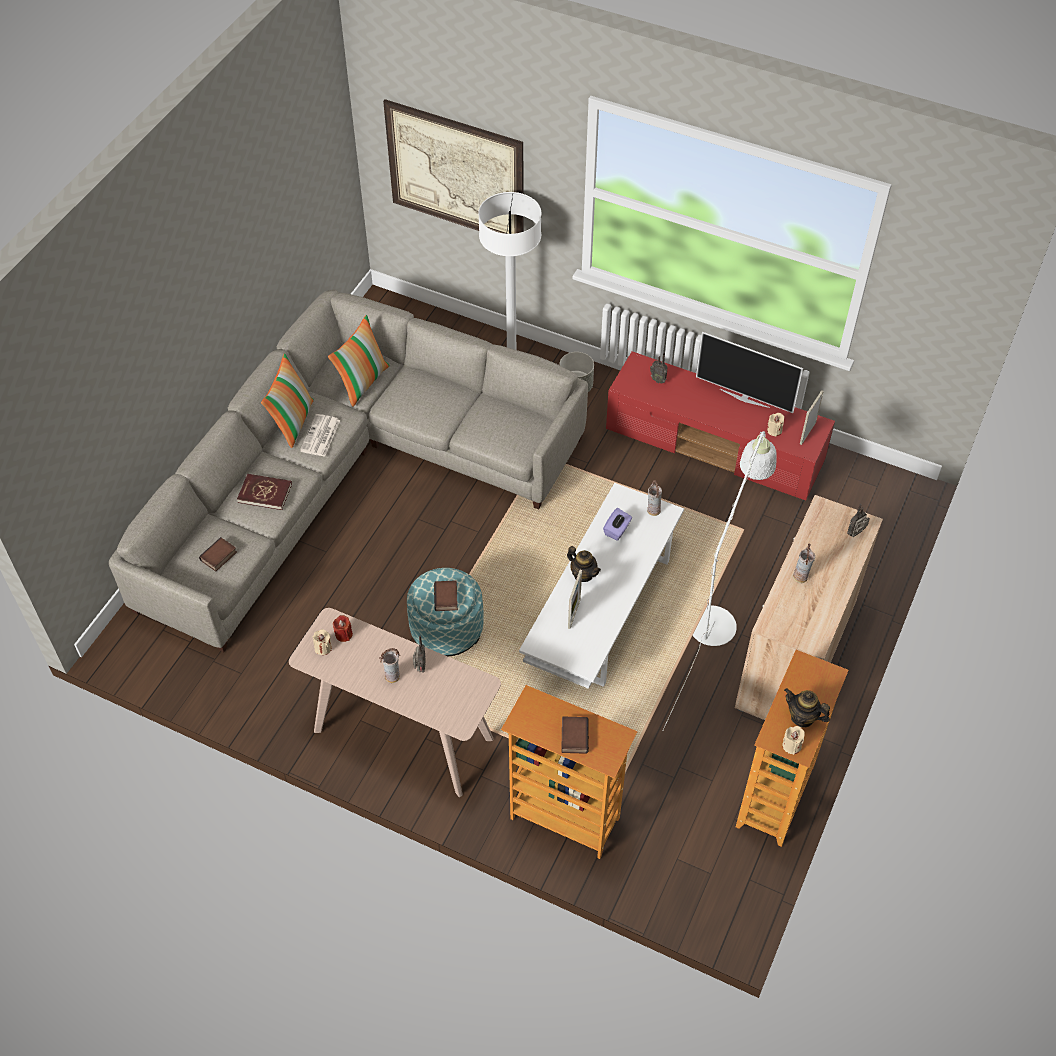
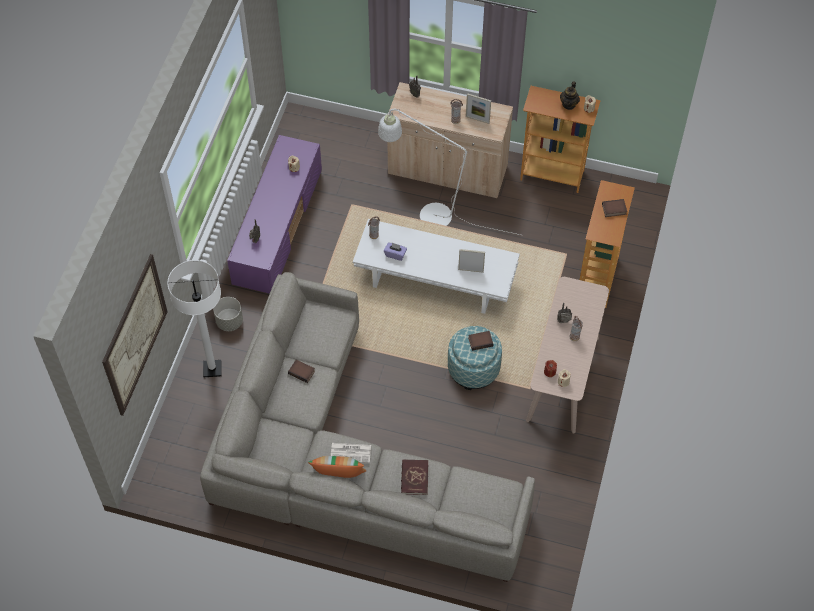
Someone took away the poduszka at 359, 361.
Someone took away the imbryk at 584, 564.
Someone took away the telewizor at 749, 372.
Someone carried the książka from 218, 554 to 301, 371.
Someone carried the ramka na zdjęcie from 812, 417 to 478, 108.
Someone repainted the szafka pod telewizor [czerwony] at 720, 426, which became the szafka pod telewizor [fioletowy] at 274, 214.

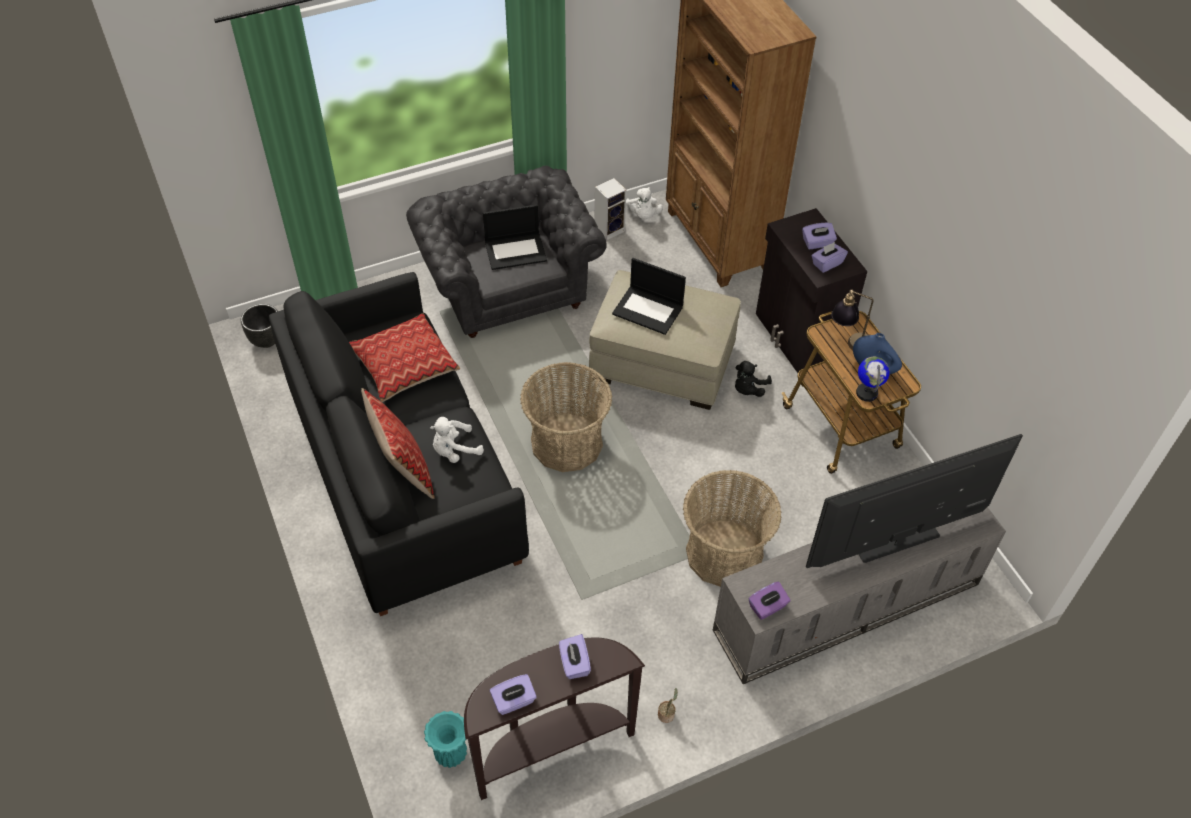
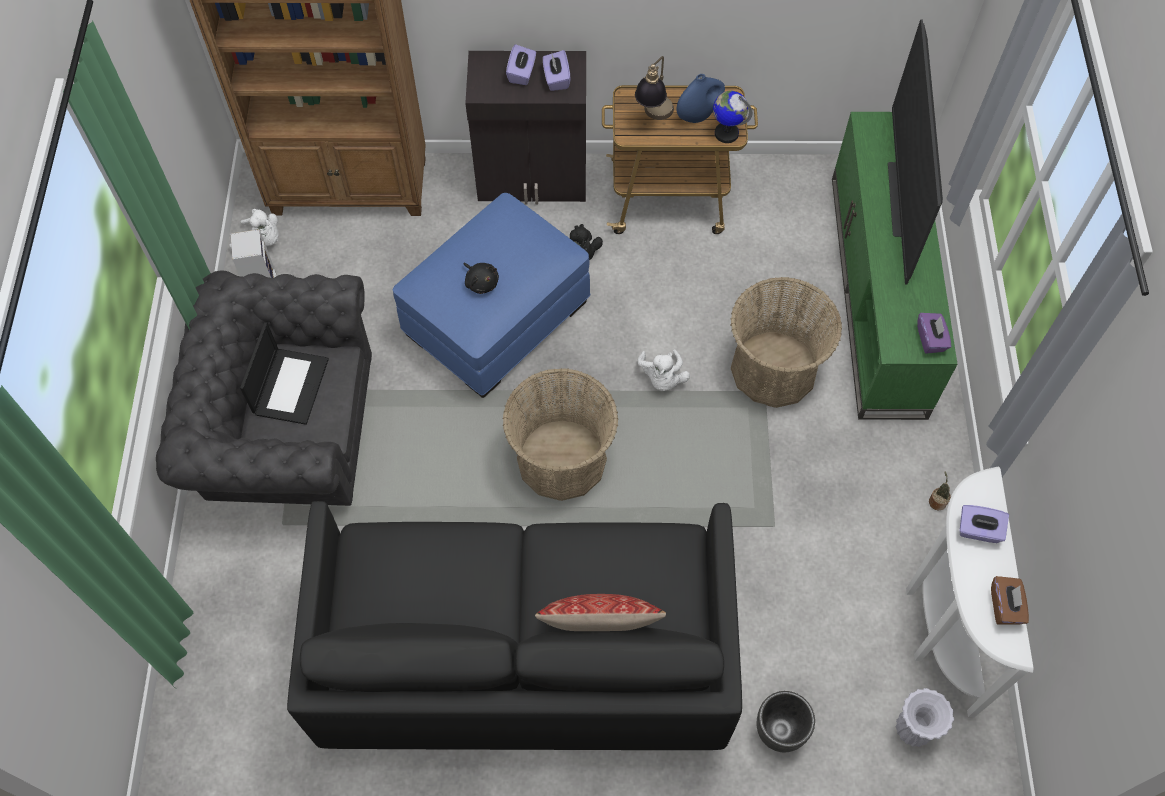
Someone took away the poduszka at 404, 357.
Someone carried the donica [czarny] from 259, 326 to 786, 722.
Someone carried the pluszak [biały] from 457, 440 to 663, 370.
Someone swapped the laptop at 649, 296 for the pluszak [czarny] at 481, 278.
Someone repainted the wazon [turkusowy] at 445, 739, which became the wazon [biały] at 925, 717.
Someone repainted the stolik konsolowy [brązowy] at 554, 718, which became the stolik konsolowy [biały] at 969, 592.
Someone repainted the pudełko chusteczek [fioletowy] at 513, 694, which became the pudełko chusteczek [brązowy] at 1010, 600.
Someone repainted the pufa [beżowy] at 665, 340, which became the pufa [niebieski] at 491, 295.
Someone repainted the szafka pod telewizor [szary] at 859, 595, which became the szafka pod telewizor [zielony] at 894, 266.

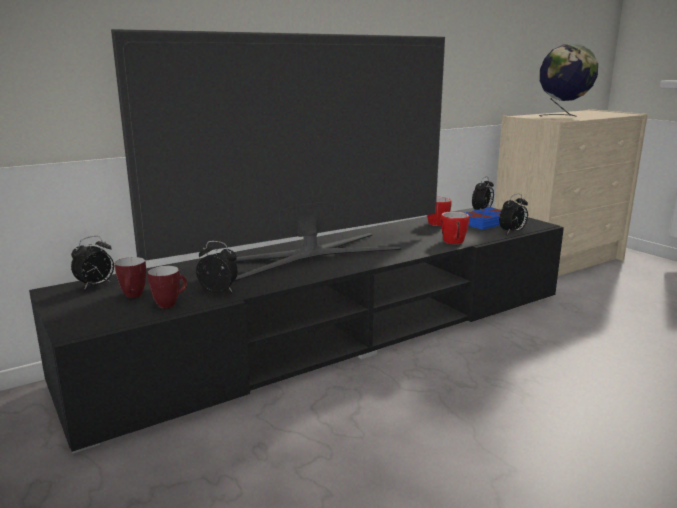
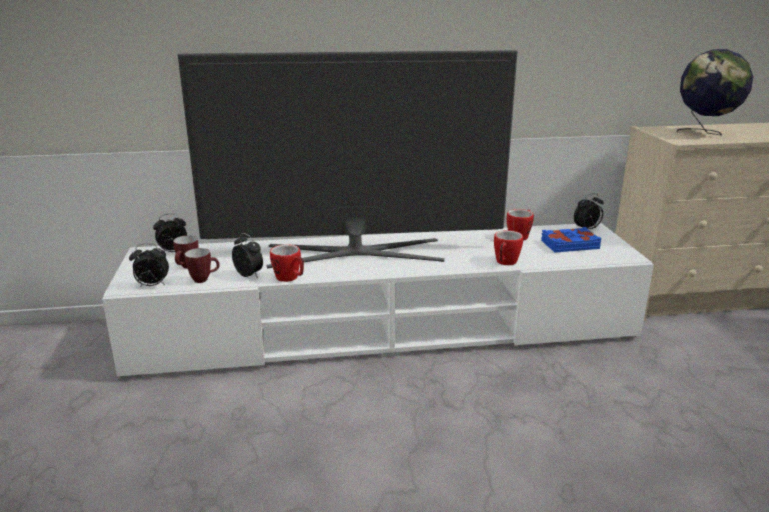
Someone put down the kubek at 287, 263.
Someone carried the budzik from 513, 214 to 149, 265.
Someone repainted the szafka pod telewizor [czarny] at 296, 331, which became the szafka pod telewizor [biały] at 378, 300.

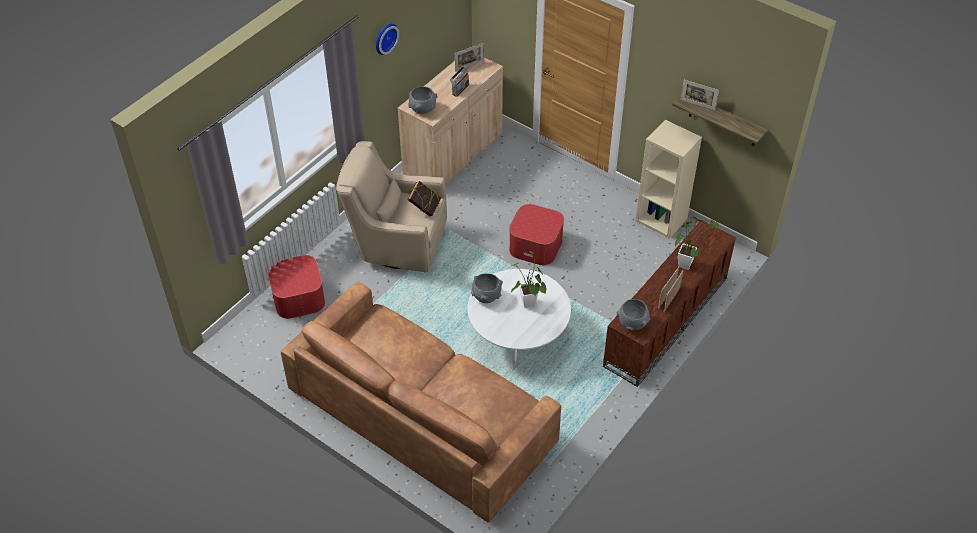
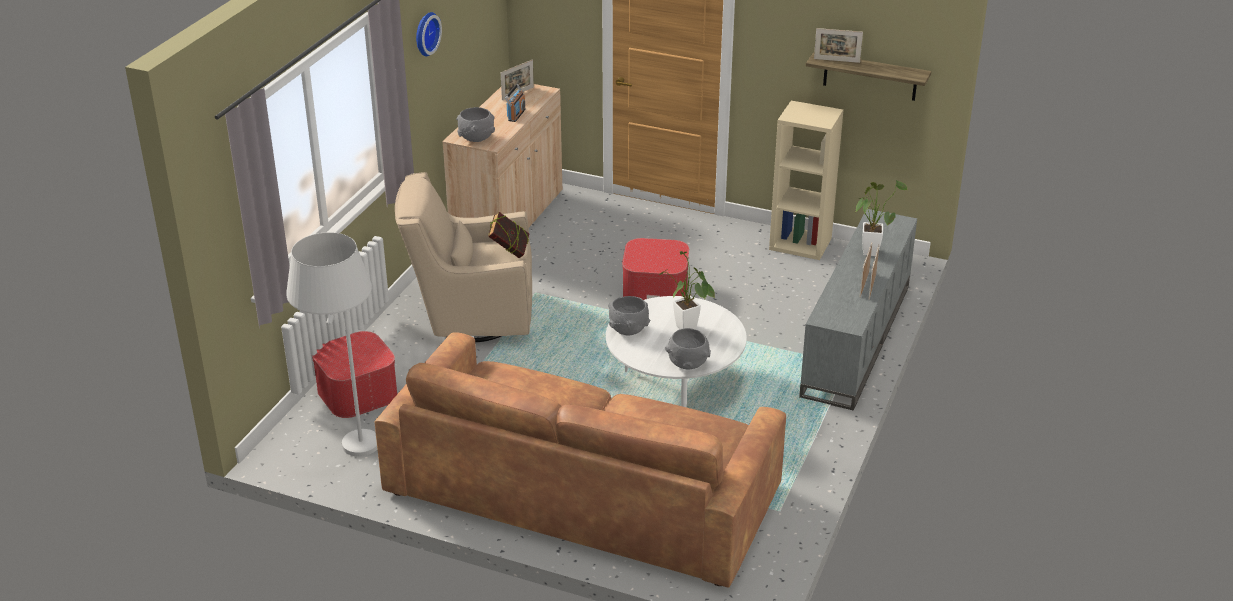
Someone put down the lampa stojąca [biały] at 331, 344.
Someone carried the miska [szary] from 633, 315 to 688, 348.
Someone repainted the szafka pod telewizor [brązowy] at 669, 303, which became the szafka pod telewizor [szary] at 858, 310.

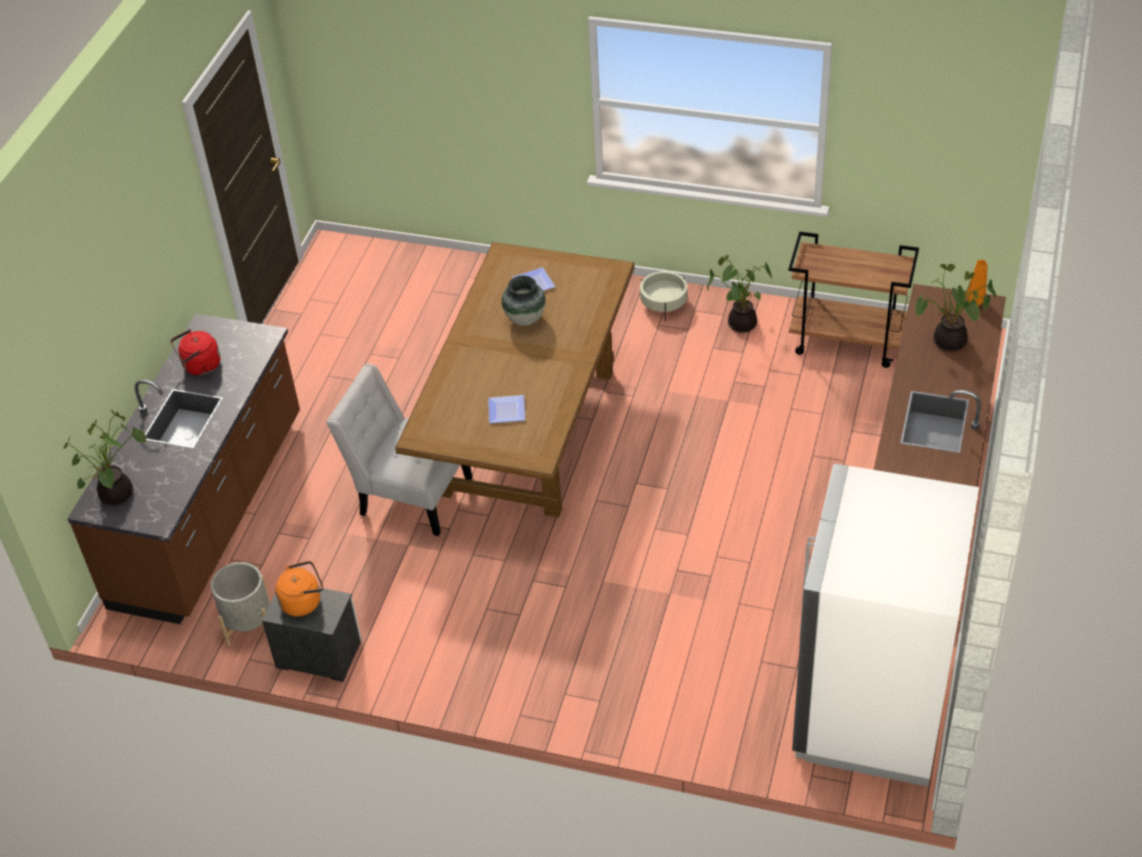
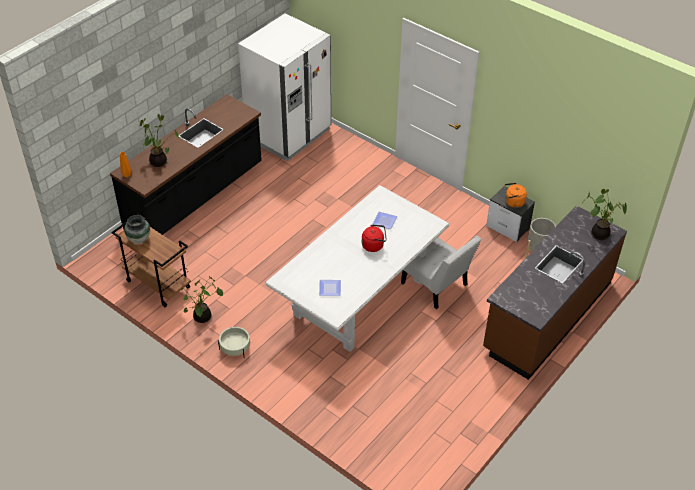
Someone carried the czajnik [czerwony] from 195, 352 to 374, 238.
Someone carried the wazon from 524, 301 to 137, 229.
Someone repainted the stół jadalny [brązowy] at 514, 379, which became the stół jadalny [biały] at 357, 268.

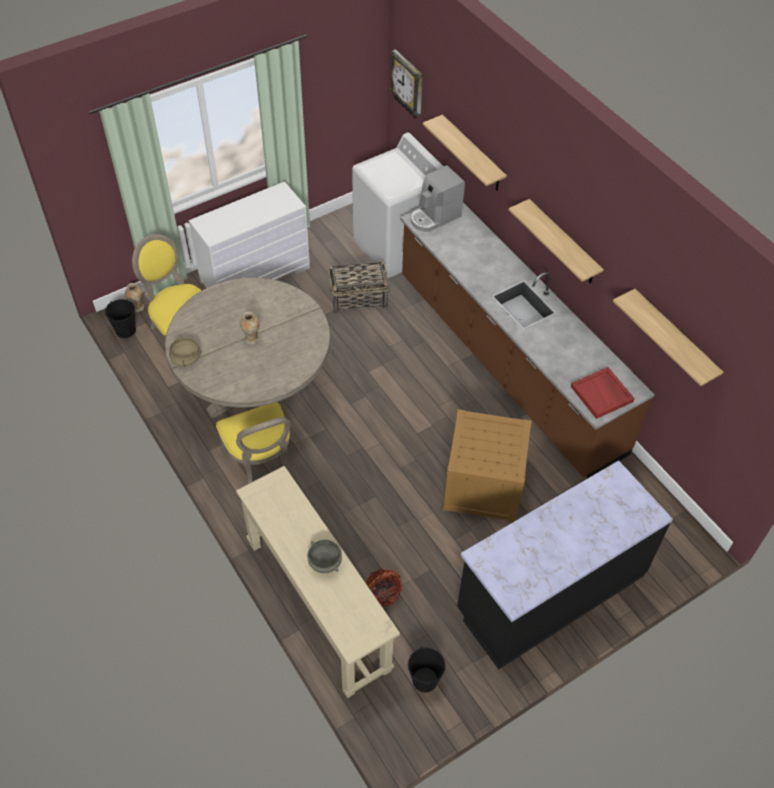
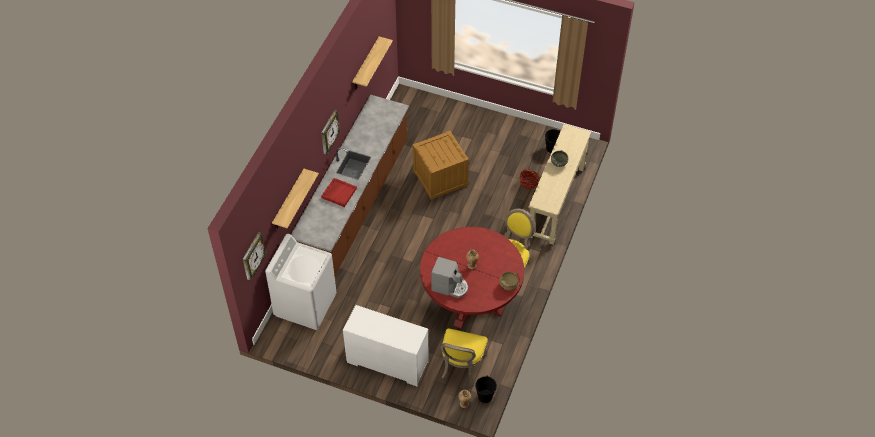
Someone took away the koszyk at 359, 287.
Someone took away the zabudowa kuchenna [czarny] at 565, 564.
Someone carried the ekspres do kawy from 437, 198 to 449, 277.
Someone carried the taca [czerwony] from 603, 393 to 339, 192.
Someone swapped the półka at 556, 241 for the zegar ścienny at 330, 132.
Someone repainted the stół jadalny [beżowy] at 247, 348, which became the stół jadalny [czerwony] at 472, 278.

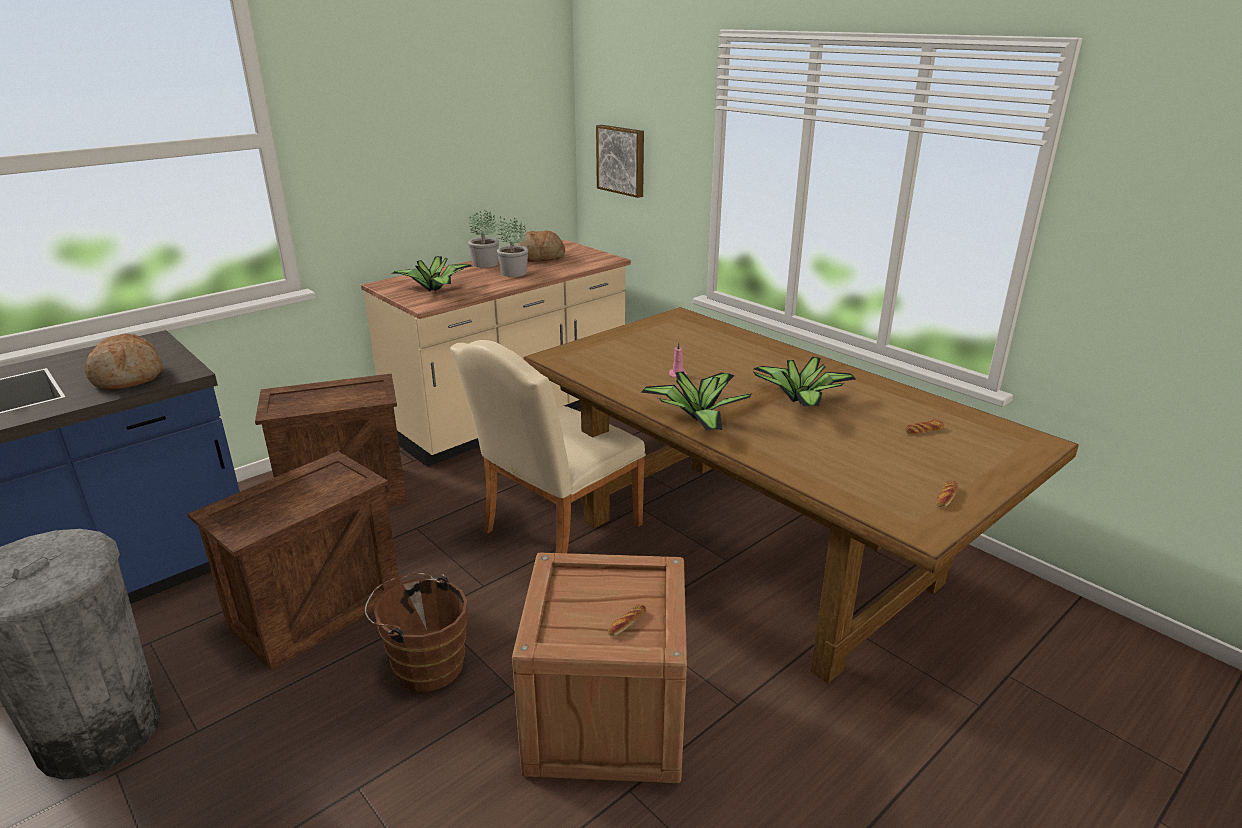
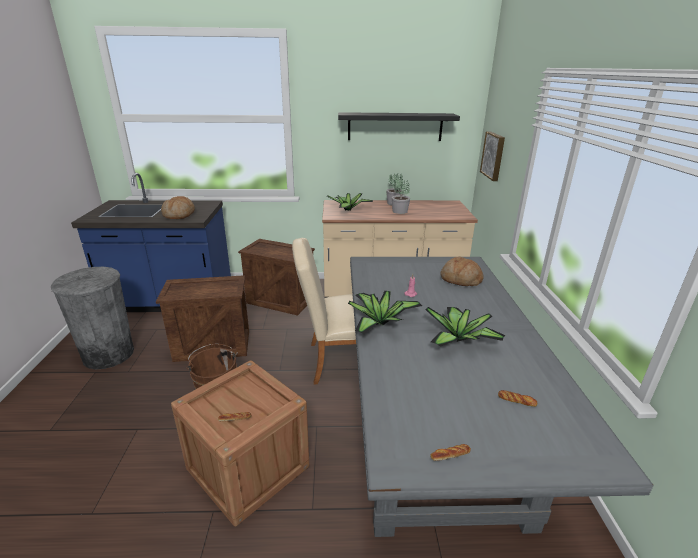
Someone put up the półka [czarny] at 399, 126.
Someone carried the chleb from 541, 246 to 462, 271.
Someone repainted the stół jadalny [brązowy] at 801, 495, which became the stół jadalny [szary] at 501, 397.

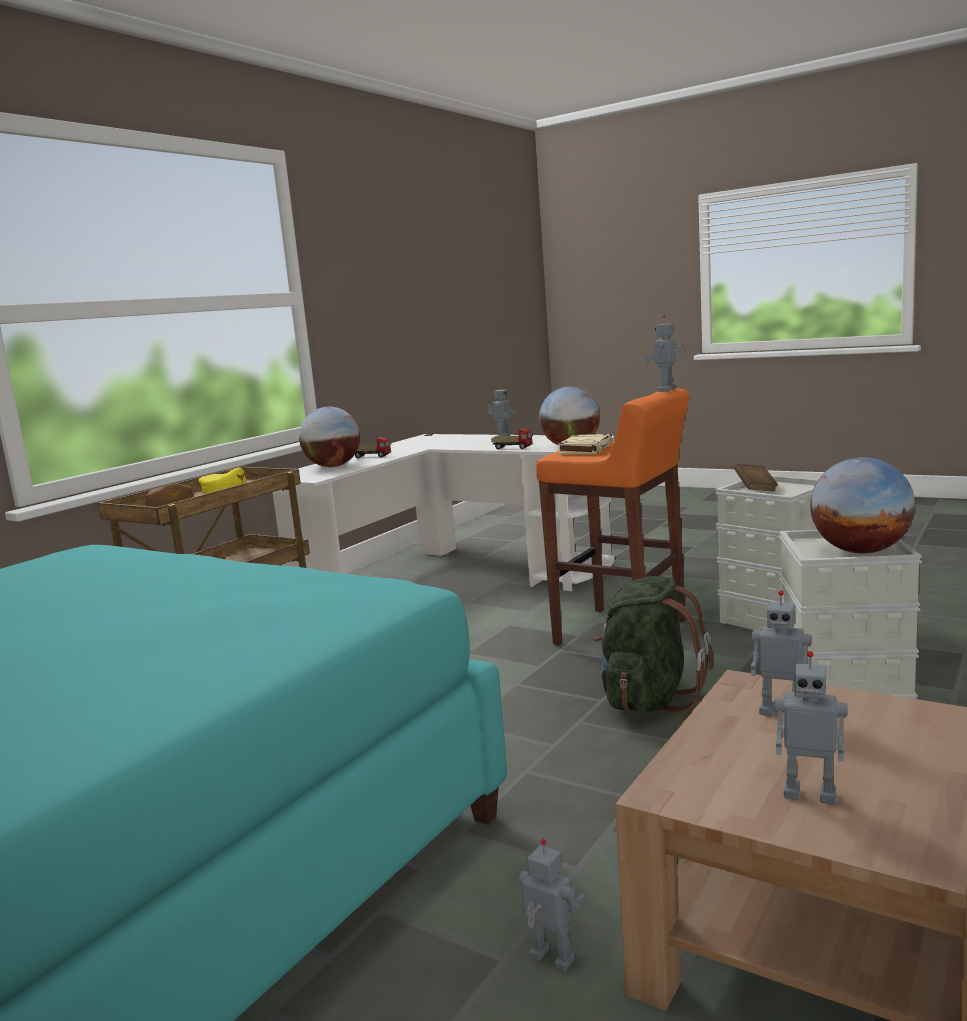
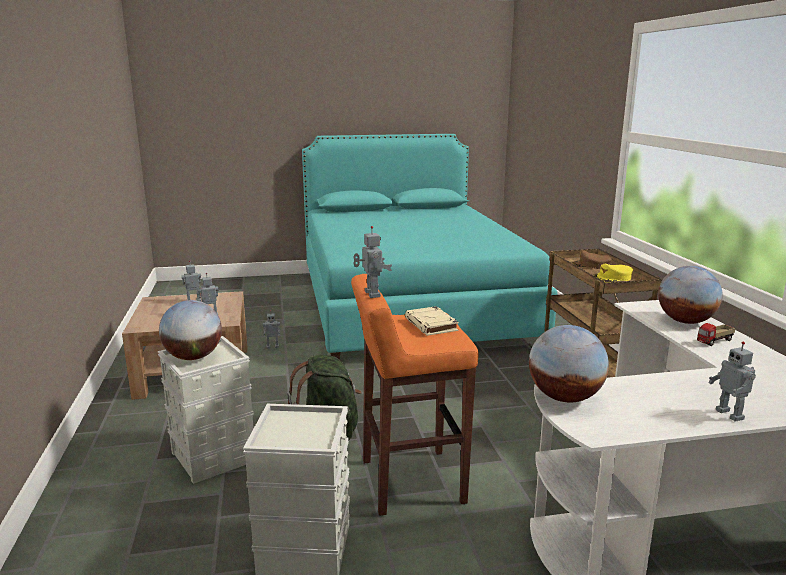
Someone took away the ciężarówka zabawkowa at 512, 439.
Someone took away the książka [brązowy] at 756, 477.

